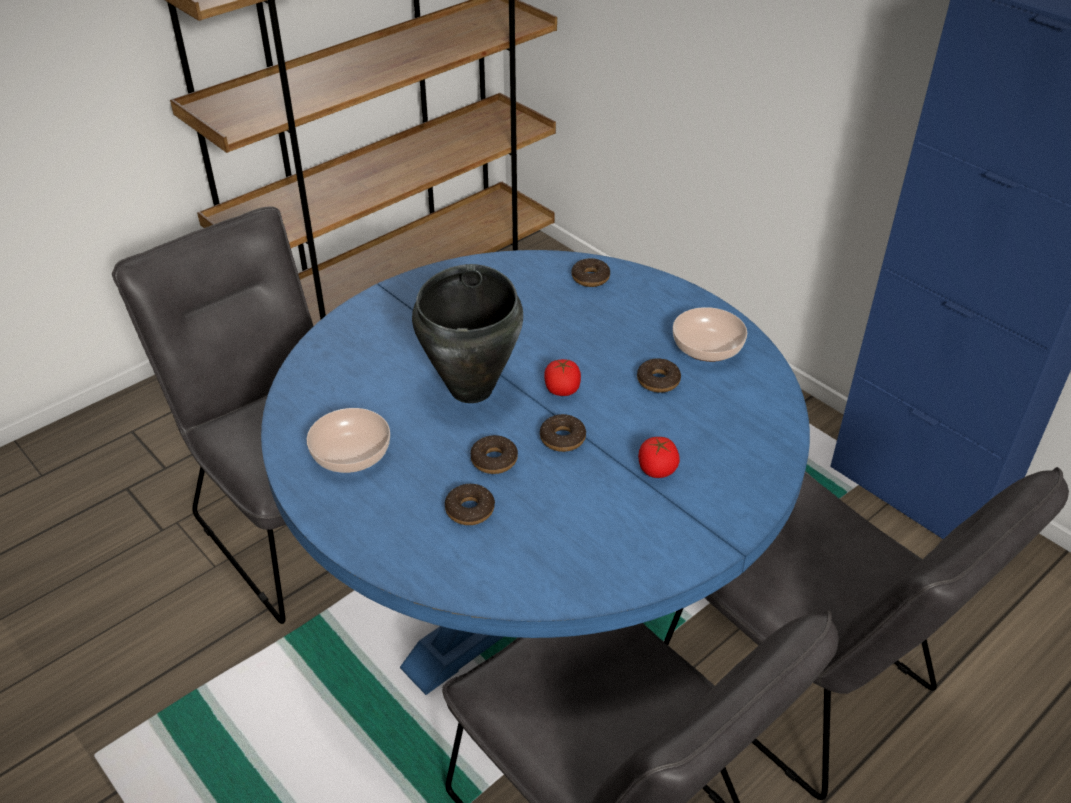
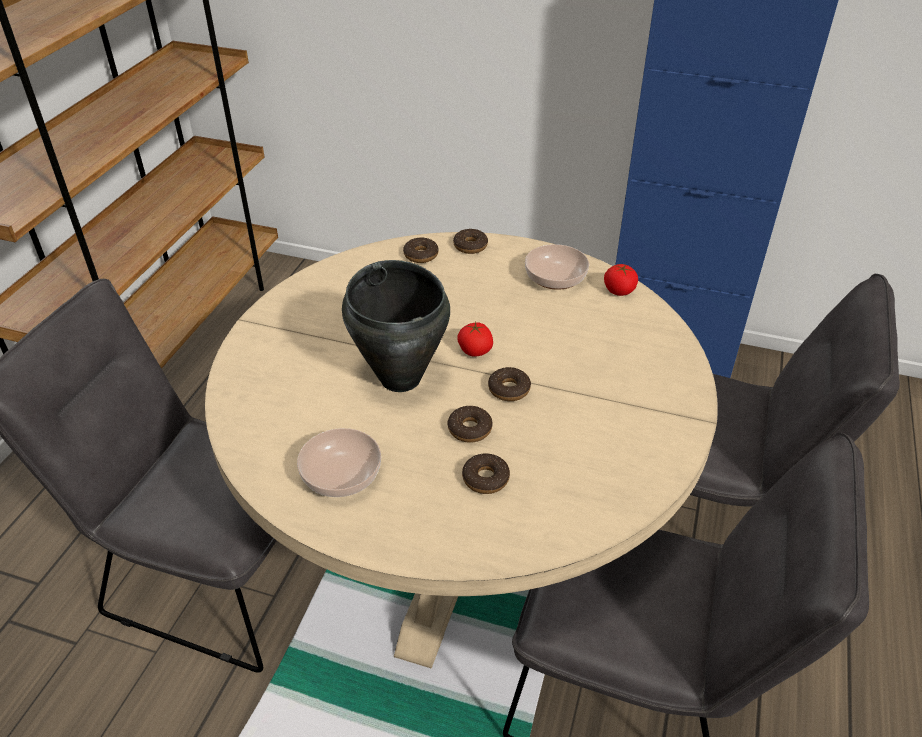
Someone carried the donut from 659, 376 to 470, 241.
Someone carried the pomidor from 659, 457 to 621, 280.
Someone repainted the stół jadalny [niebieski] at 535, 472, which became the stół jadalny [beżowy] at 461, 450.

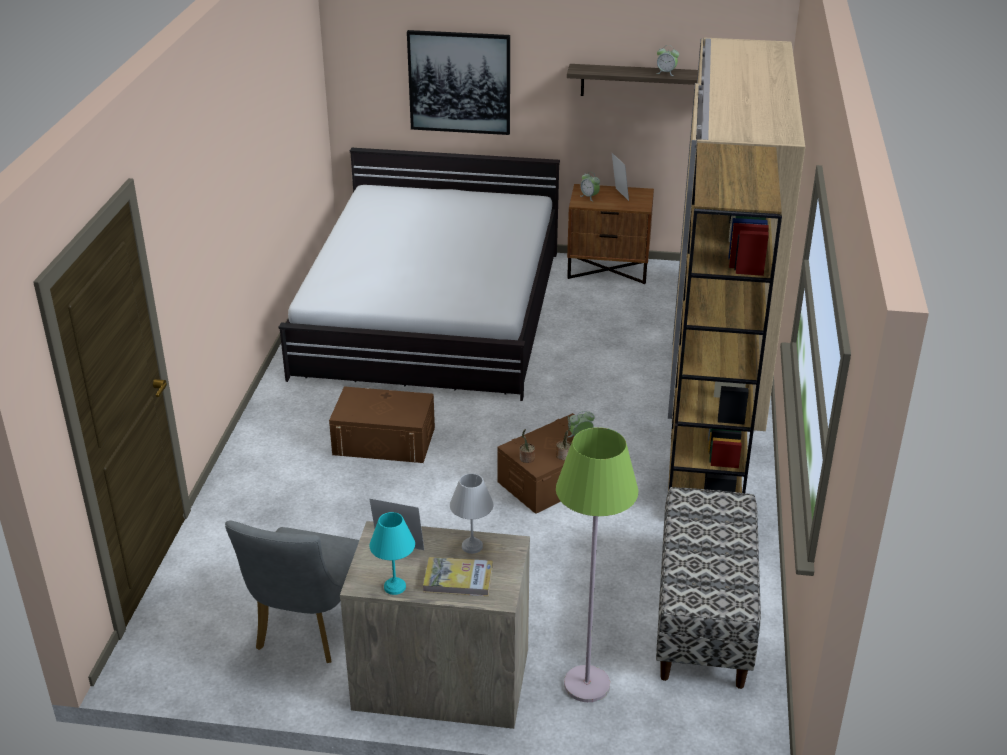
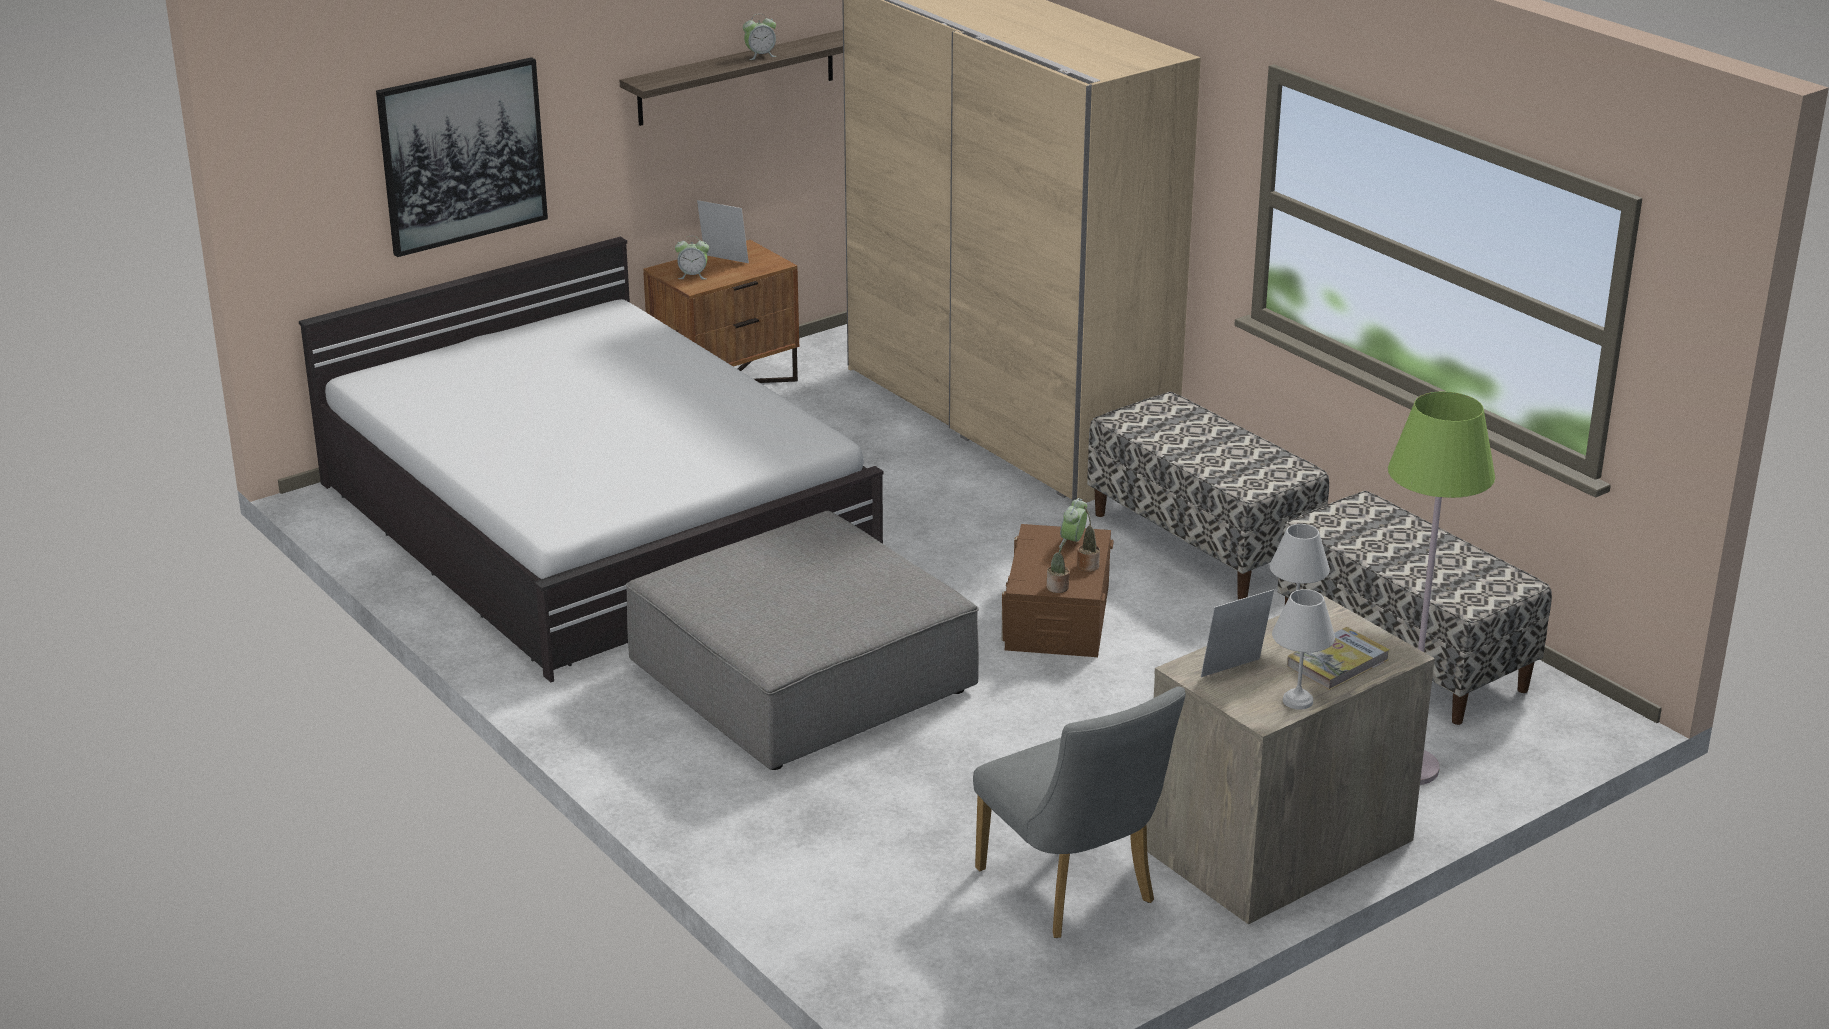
Someone swapped the pojemnik do przechowywania [brązowy] at 382, 424 for the pufa [szary] at 802, 640.
Someone swapped the regał [brązowy] at 725, 318 for the ławka at 1208, 495.
Someone repainted the lampa stołowa [turkusowy] at 392, 553, which became the lampa stołowa [biały] at 1303, 649.

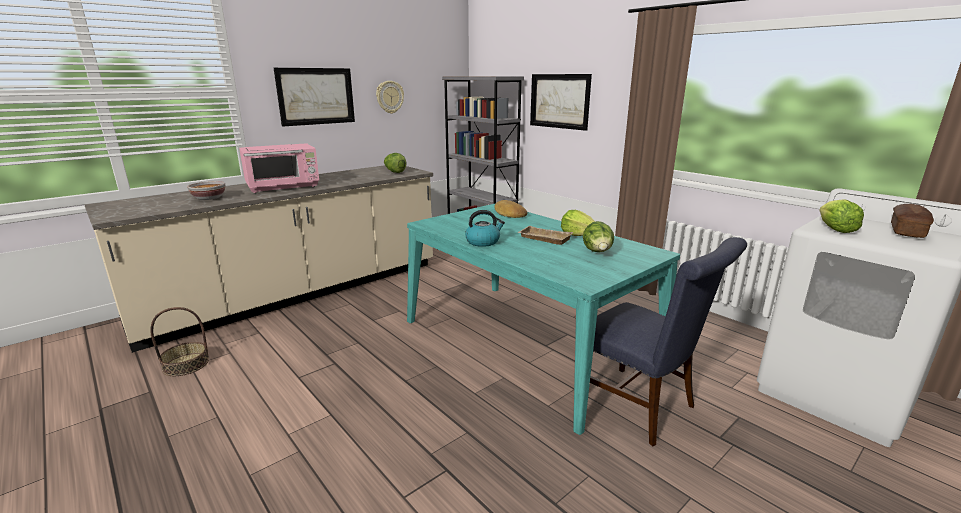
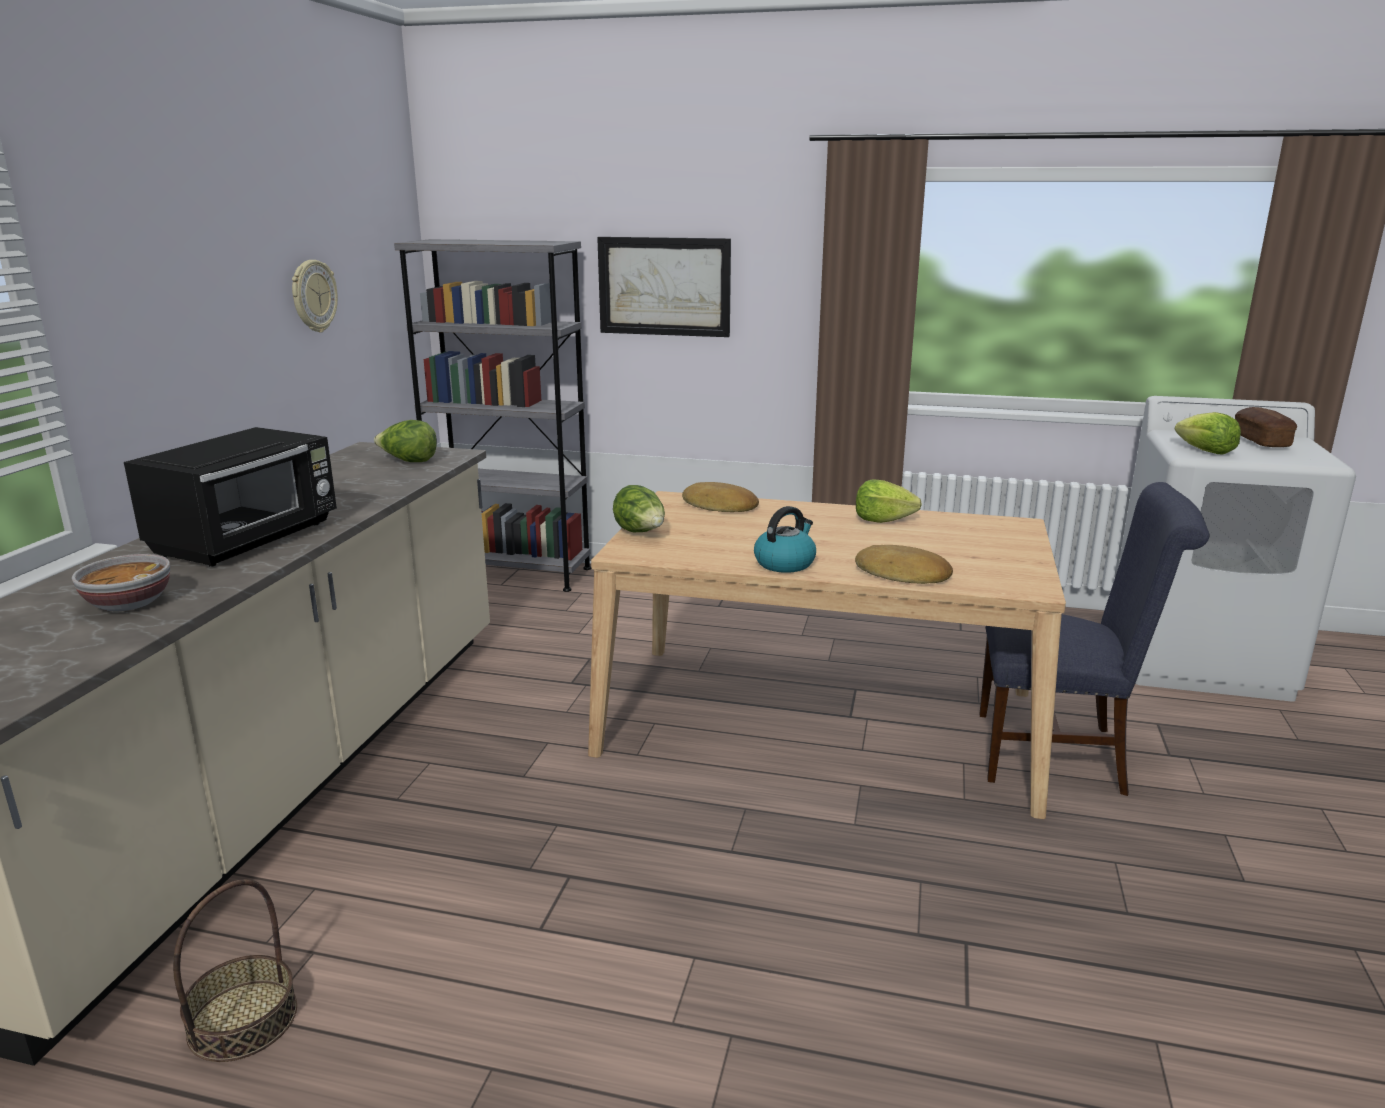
Someone took away the obraz at 314, 97.
Someone took away the taca [beżowy] at 545, 235.
Someone put down the chleb at 904, 564.
Someone carried the sałata from 598, 236 to 639, 508.
Someone repainted the mikrofalówka [różowy] at 279, 168, which became the mikrofalówka [czarny] at 230, 497.
Someone repainted the stół jadalny [turkusowy] at 543, 319, which became the stół jadalny [beżowy] at 827, 655.

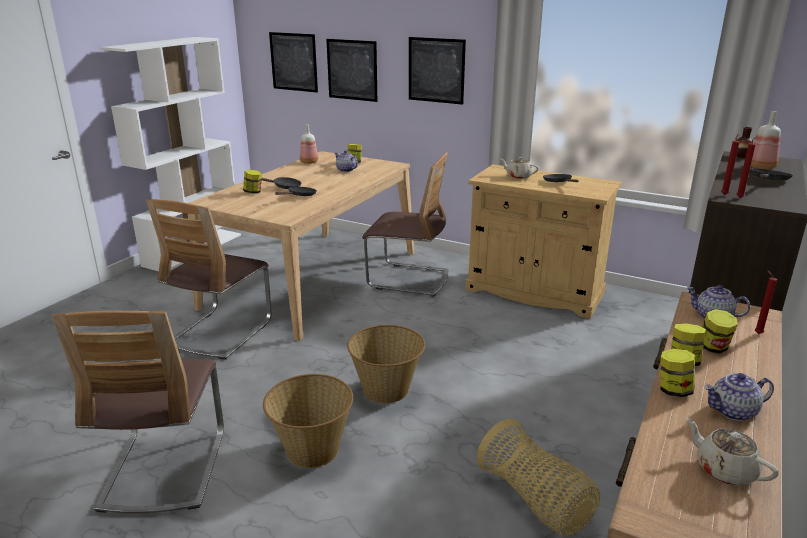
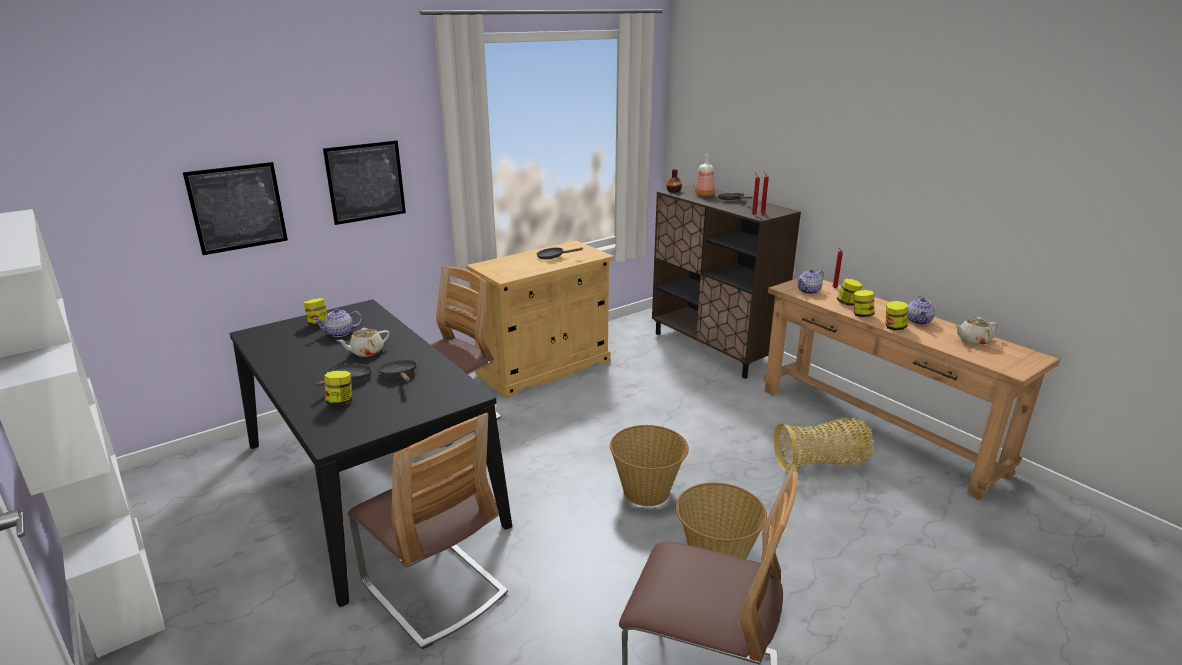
Someone took away the obraz at 293, 62.
Someone took away the butelka at 309, 144.
Someone carried the imbryk [beżowy] from 520, 168 to 363, 342.
Someone repainted the stół jadalny [beżowy] at 301, 246, which became the stół jadalny [czarny] at 371, 453.

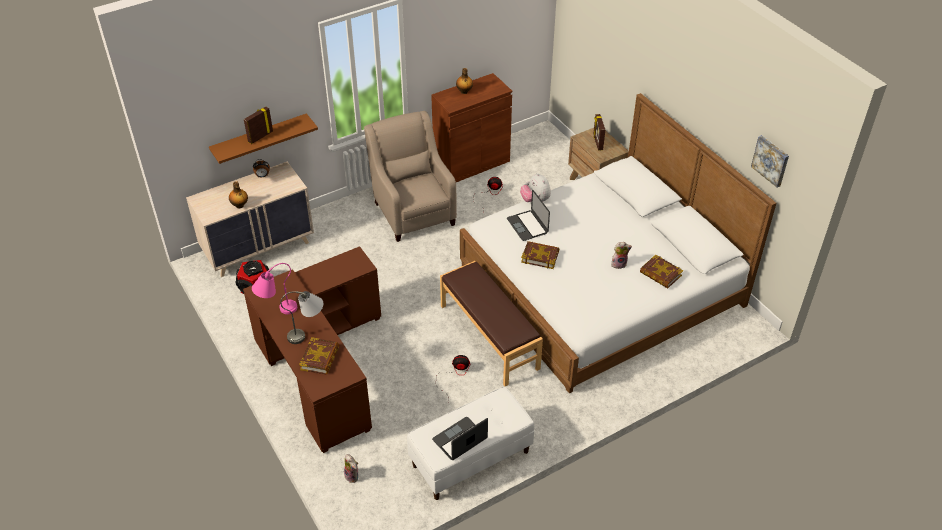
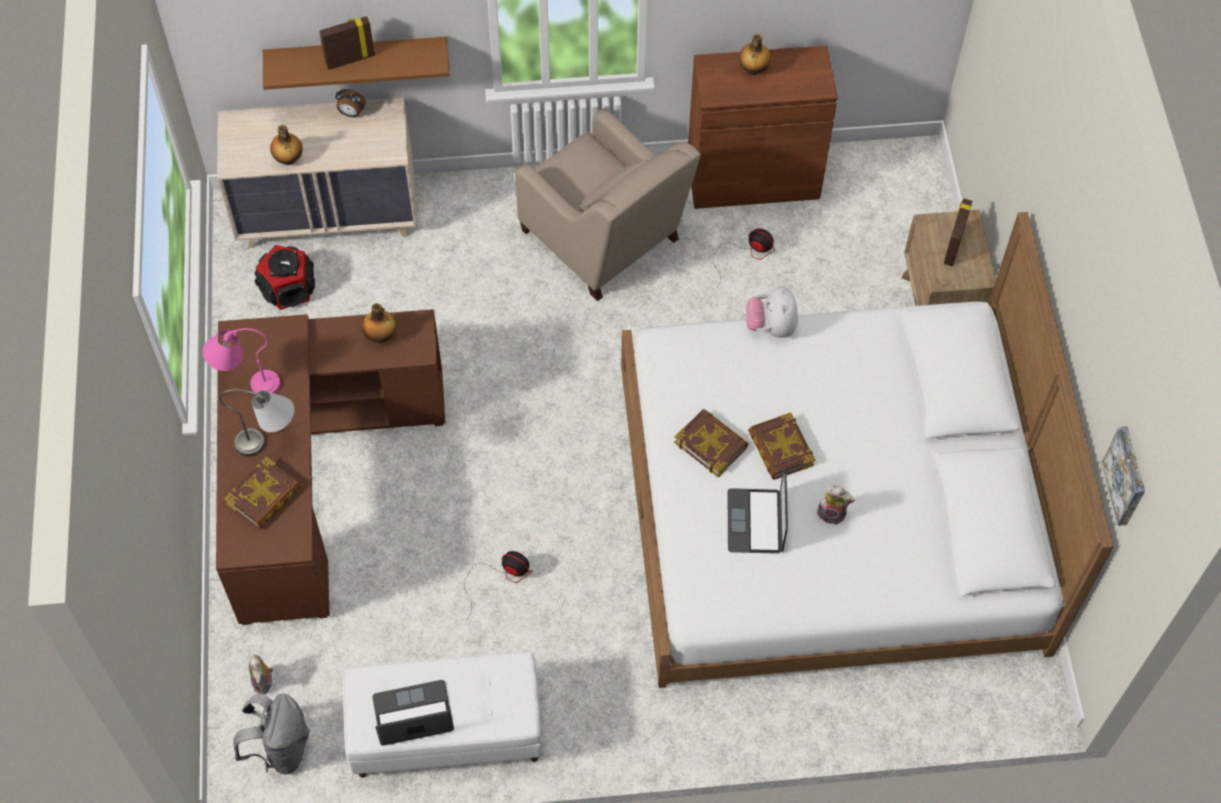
Someone took away the ławka [brązowy] at 491, 323.
Someone put down the plecak [szary] at 271, 734.
Someone put down the butelka at 379, 323.
Someone carried the laptop from 528, 215 to 757, 510.
Someone carried the książka from 661, 271 to 781, 446.
Someone rotated the fotel [beżowy] at 410, 176 by 135 degrees clockwise.

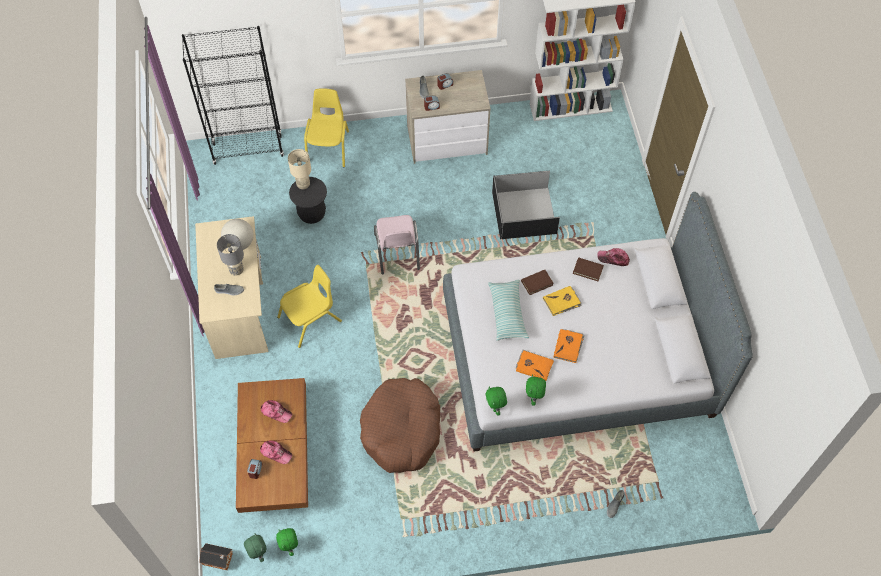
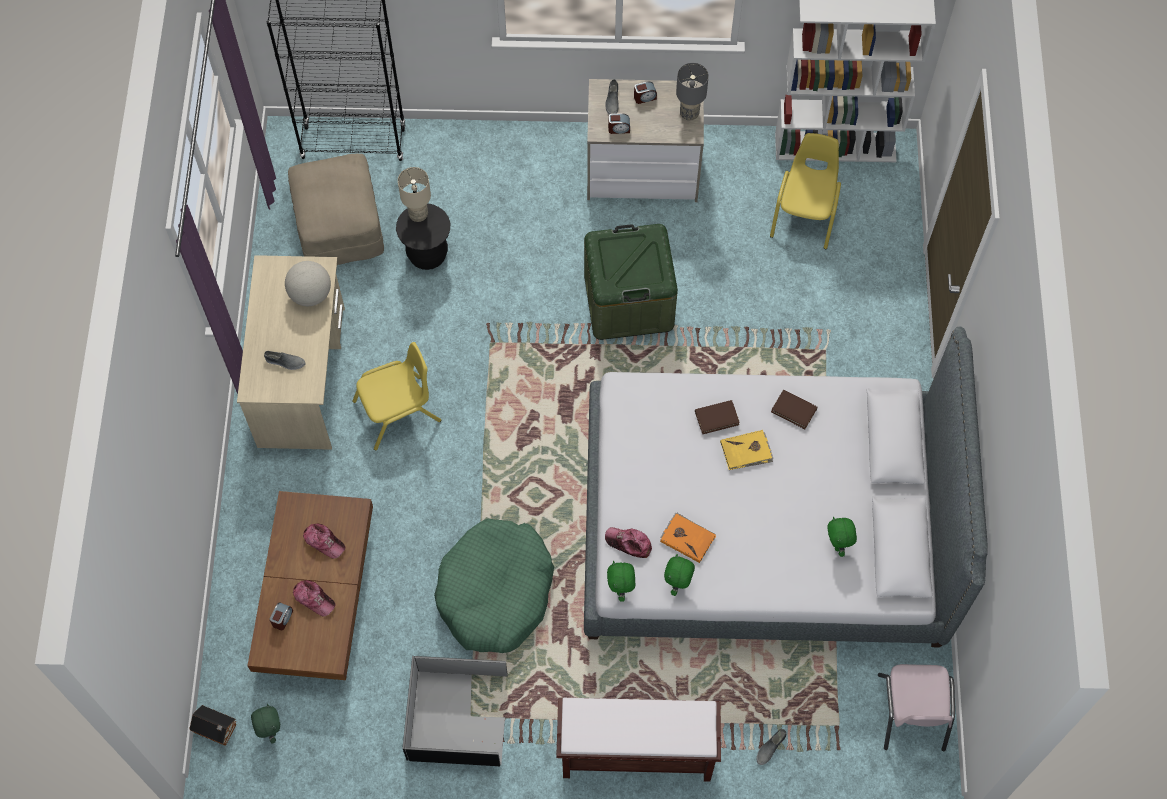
Someone took away the poduszka at 508, 310.
Someone took away the książka [pomarańczowy] at 569, 346.
Someone put down the pufa [beżowy] at 336, 209.
Someone put down the ławka [brązowy] at 638, 739.
Someone put down the pojemnik do przechowywania [zielony] at 631, 282.
Someone carried the lampa stołowa [szary] from 230, 254 to 692, 91.
Someone carried the pluszak [zielony] from 287, 542 to 842, 537.
Someone carried the krzesło [żółty] from 326, 127 to 805, 191.
Someone carried the krzesło [różowy] from 397, 245 to 916, 708.
Someone carried the pojemnik do przechowywania [czarny] from 526, 205 to 455, 711.
Someone carried the czapka z daszkiem from 613, 257 to 628, 542.
Someone repainted the legowisko [brązowy] at 400, 425, which became the legowisko [zielony] at 494, 585.

